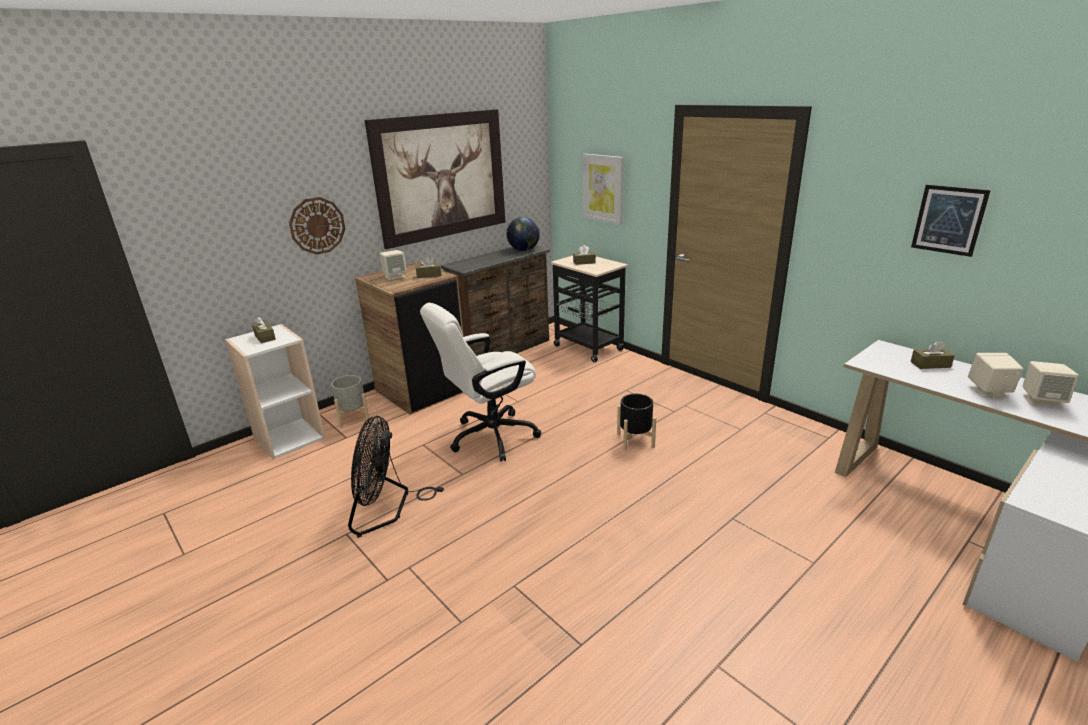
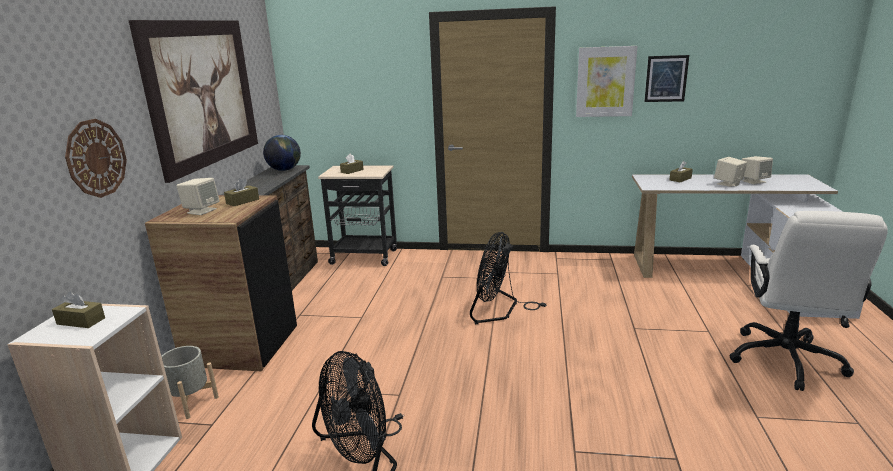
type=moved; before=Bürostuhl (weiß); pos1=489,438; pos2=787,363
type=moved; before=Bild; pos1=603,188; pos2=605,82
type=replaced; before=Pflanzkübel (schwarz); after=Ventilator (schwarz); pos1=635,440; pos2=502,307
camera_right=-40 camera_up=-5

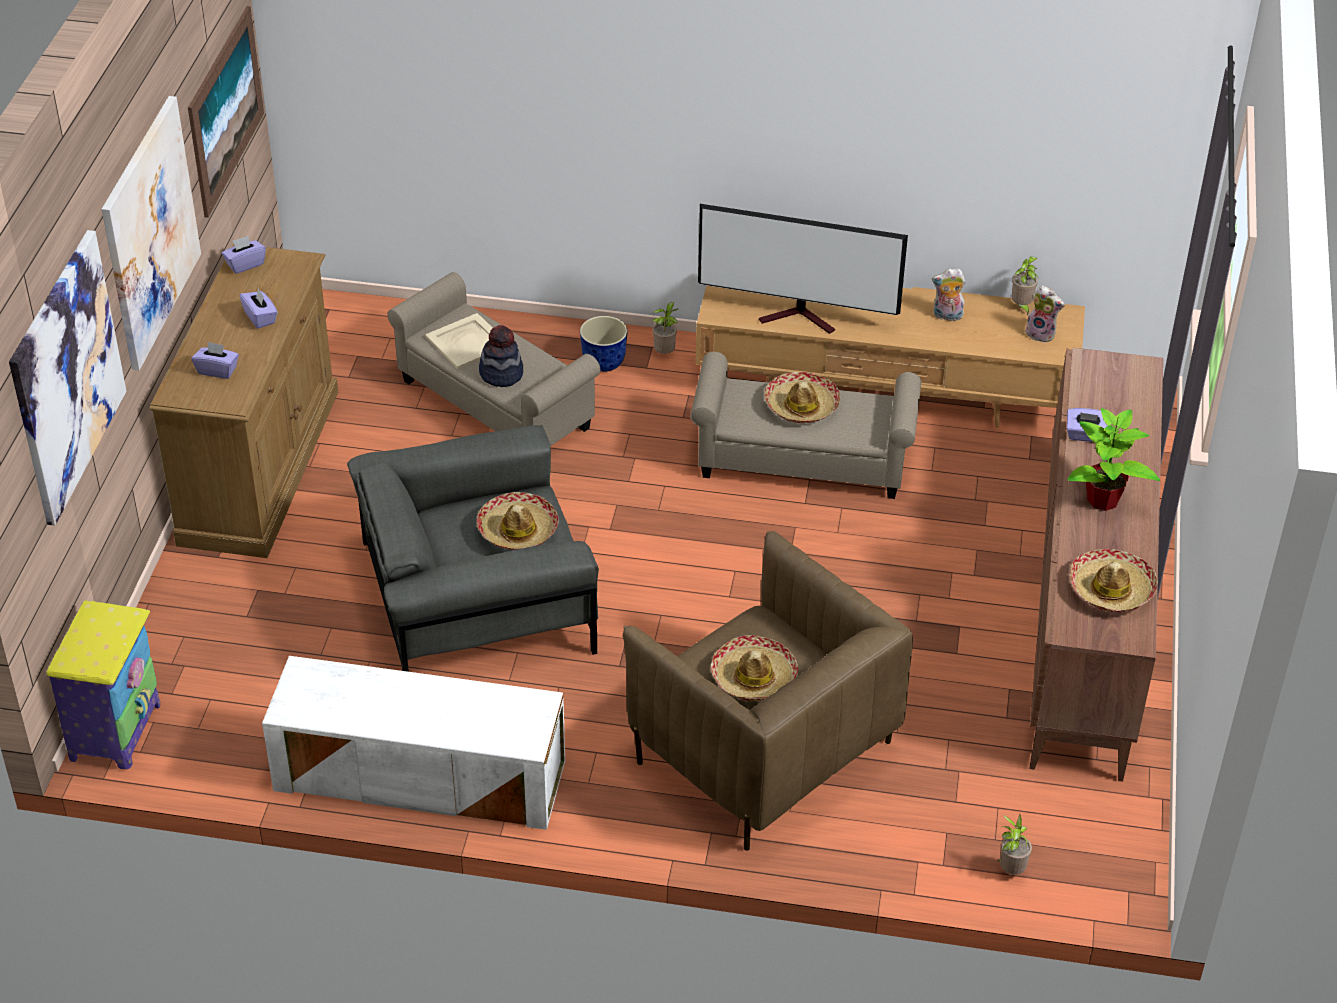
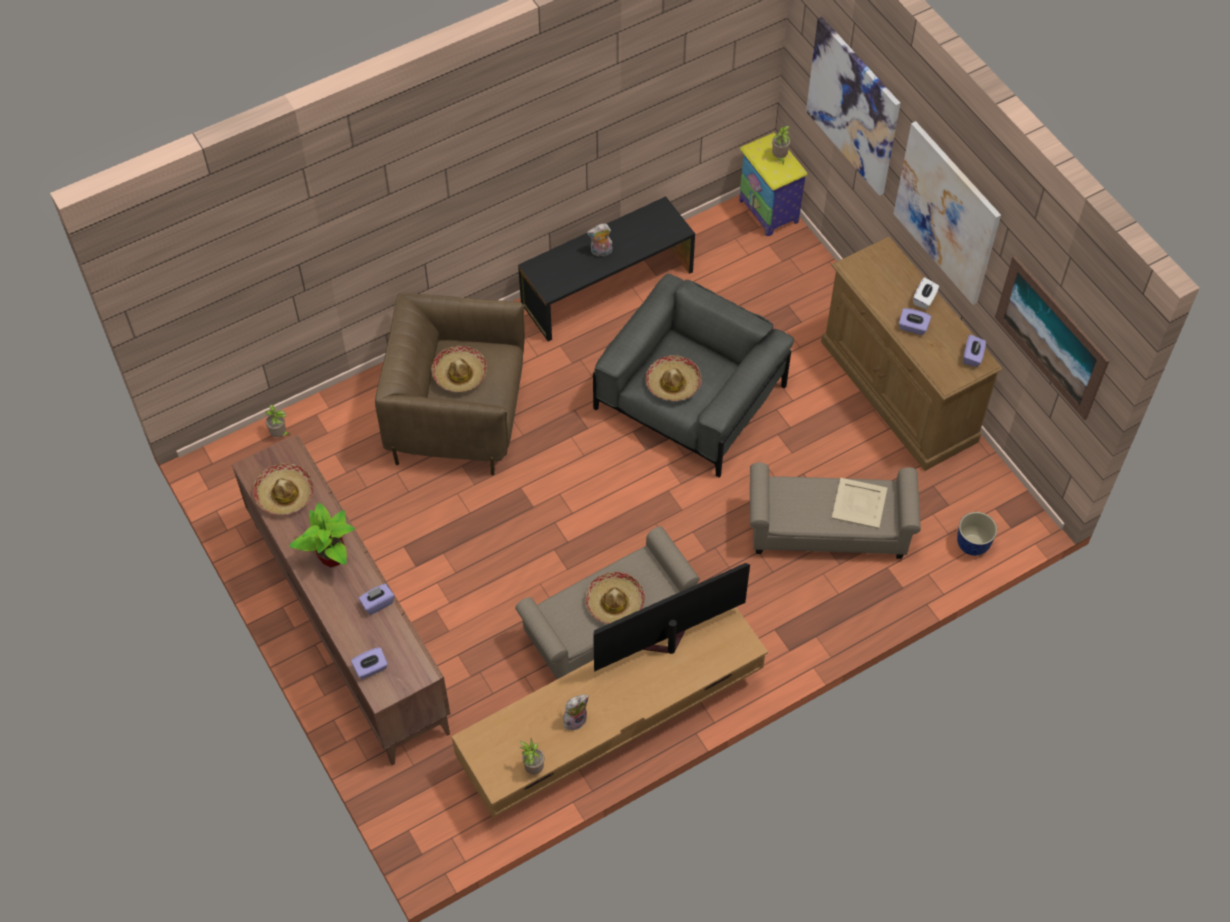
type=removed; before=Hut; pos1=501,373
type=added; after=Taschentuchbox (weiß); pos2=924,299
type=moved; before=Taschentuchbox (lila); pos1=217,370; pos2=371,668
type=moved; before=Pflanzkübel; pos1=603,362; pos2=973,544
type=moved; before=Topfpflanze; pos1=665,353; pos2=779,157
type=moved; before=Plüschtier; pos1=1041,334; pos2=601,252
type=recoloured; before=Bank (weiß); after=Bank (schwarz); pos1=417,777; pos2=607,286
camera_right=140 camera_up=15

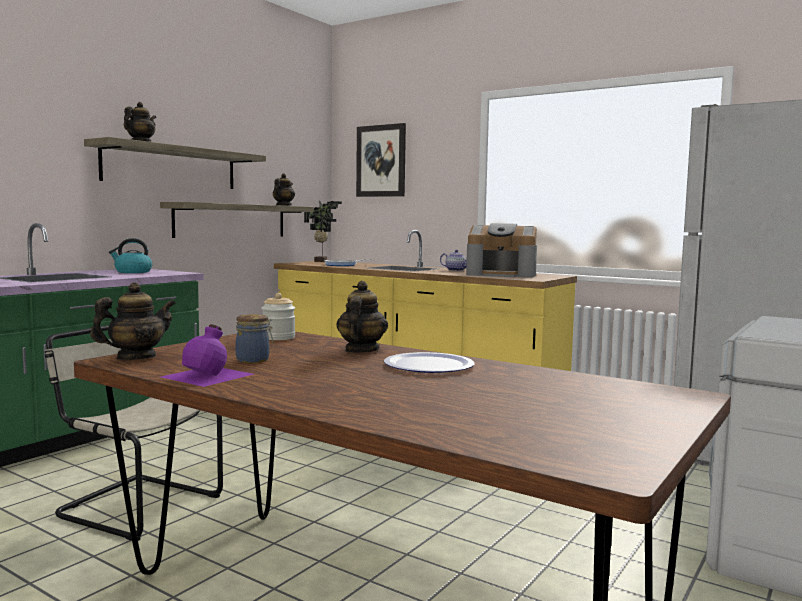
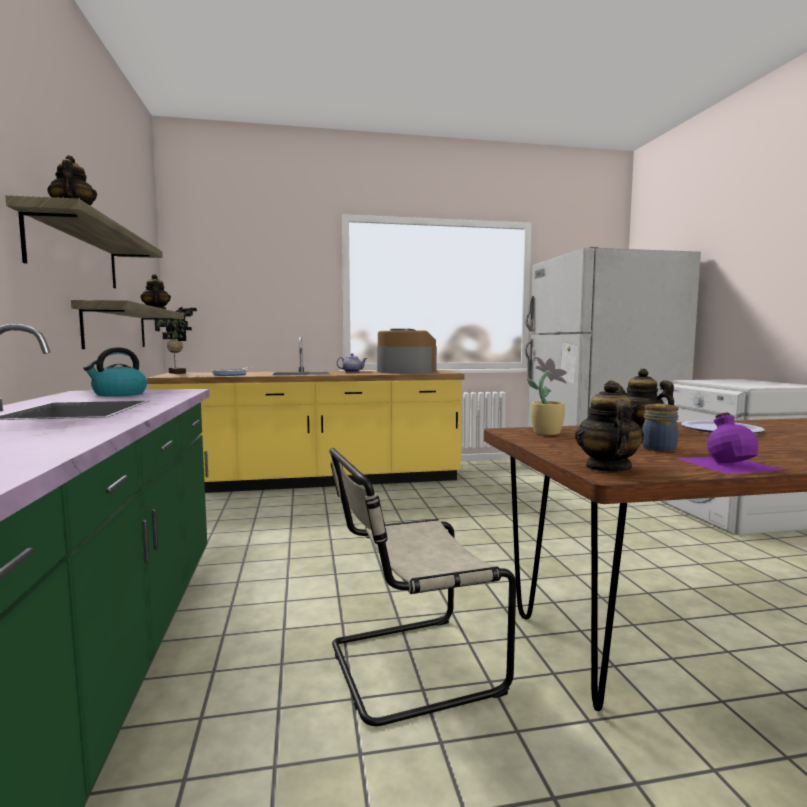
type=removed; before=Bild; pos1=381,161
type=replaced; before=Vorratsglas; after=Topfpflanze; pos1=278,337; pos2=546,433
type=turned; before=Kaffeemaschine; pos1=501,274; pos2=405,372; turn=-120
camera_right=-45 camera_up=0

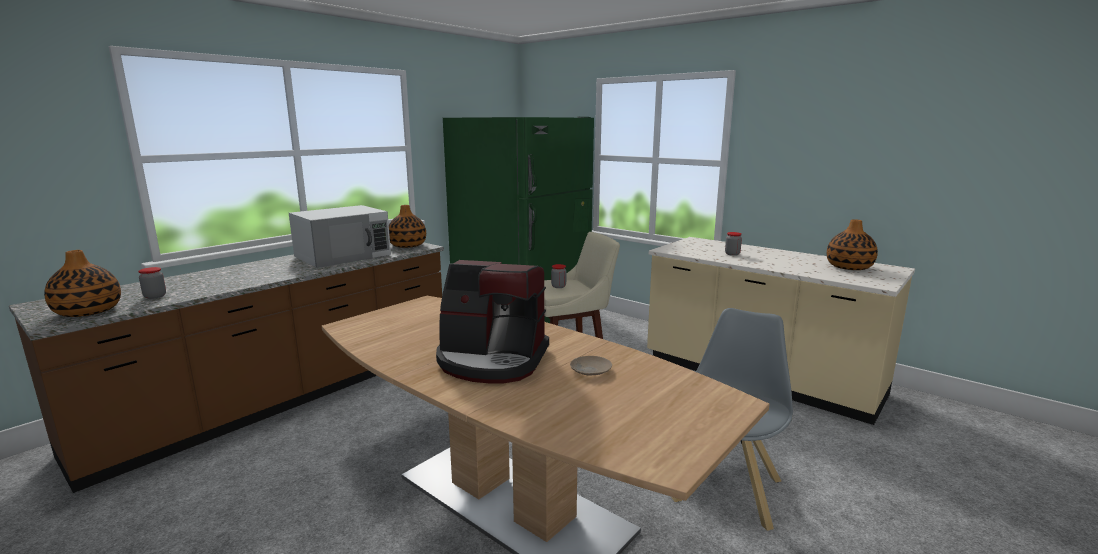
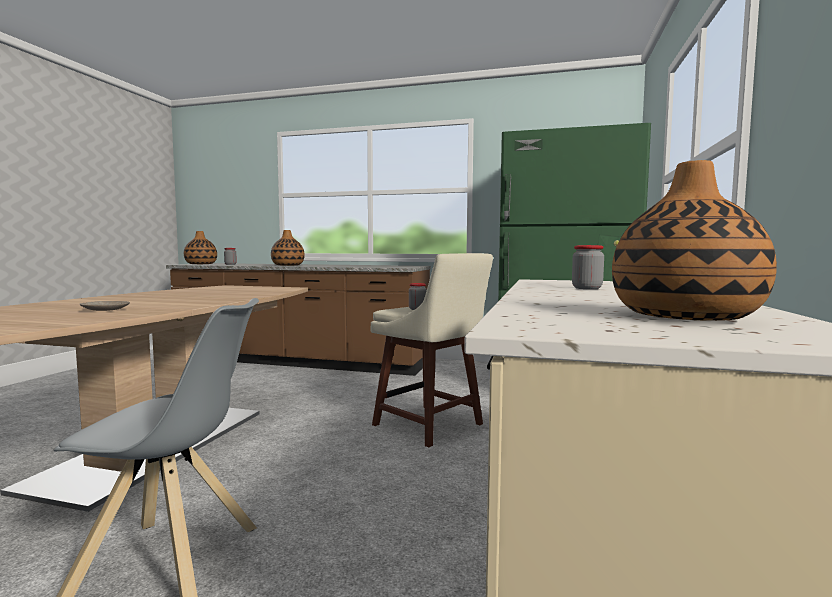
type=removed; before=Mikrowelle (weiß); pos1=344,255
type=removed; before=Kaffeemaschine; pos1=492,360
type=moved; before=Vase; pos1=407,245; pos2=288,265
camera_right=65 camera_up=-10

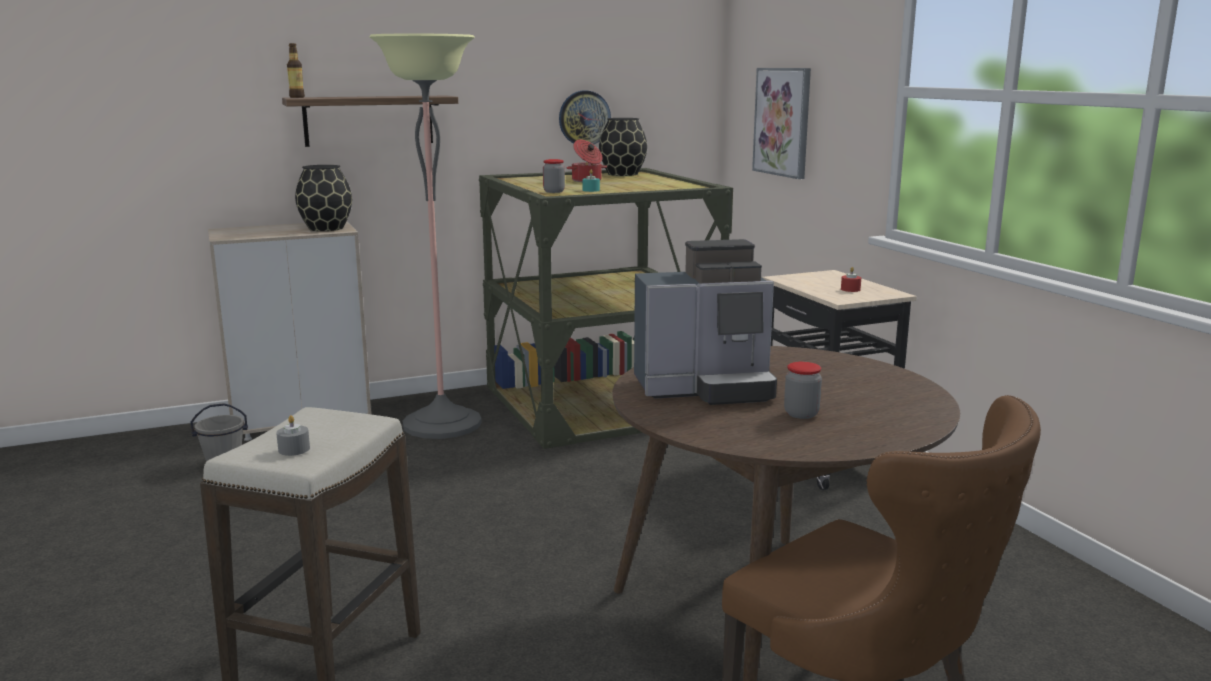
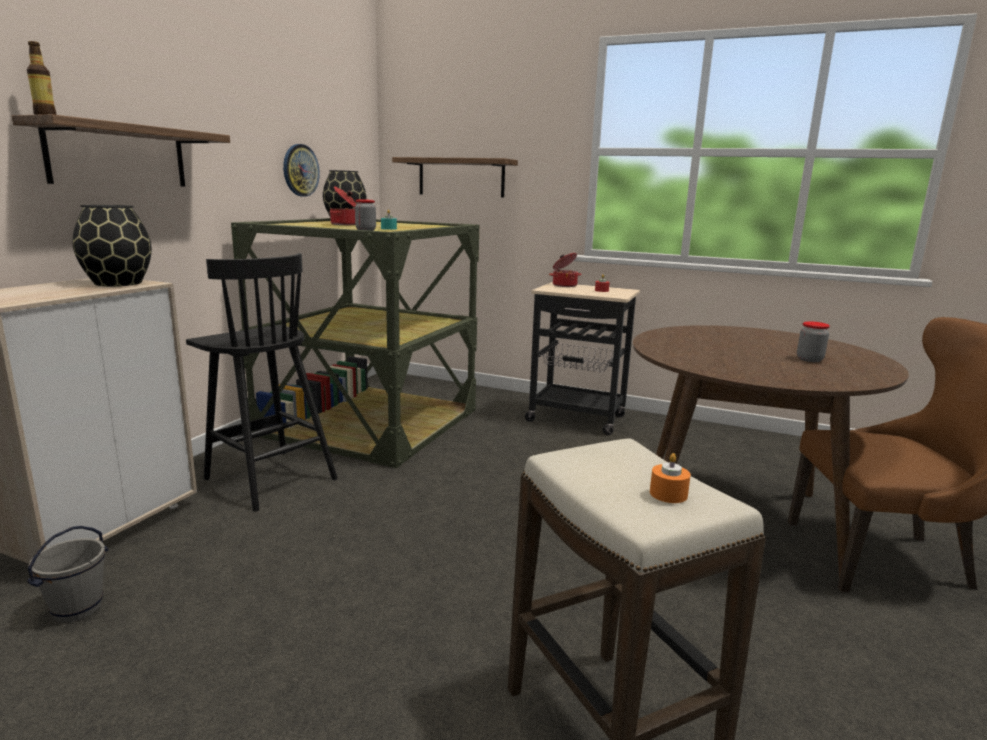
type=removed; before=Kaffeemaschine; pos1=706,388
type=added; after=Kochtopf; pos2=564,285
type=replaced; before=Stehlampe; after=Hocker (schwarz); pos1=442,424; pos2=268,477
type=replaced; before=Bild; after=Wandregal; pos1=783,122; pos2=461,177
type=recoloured; before=Kerze (grau); after=Kerze (orange); pos1=294,449; pos2=668,494
camera_right=-45 camera_up=0

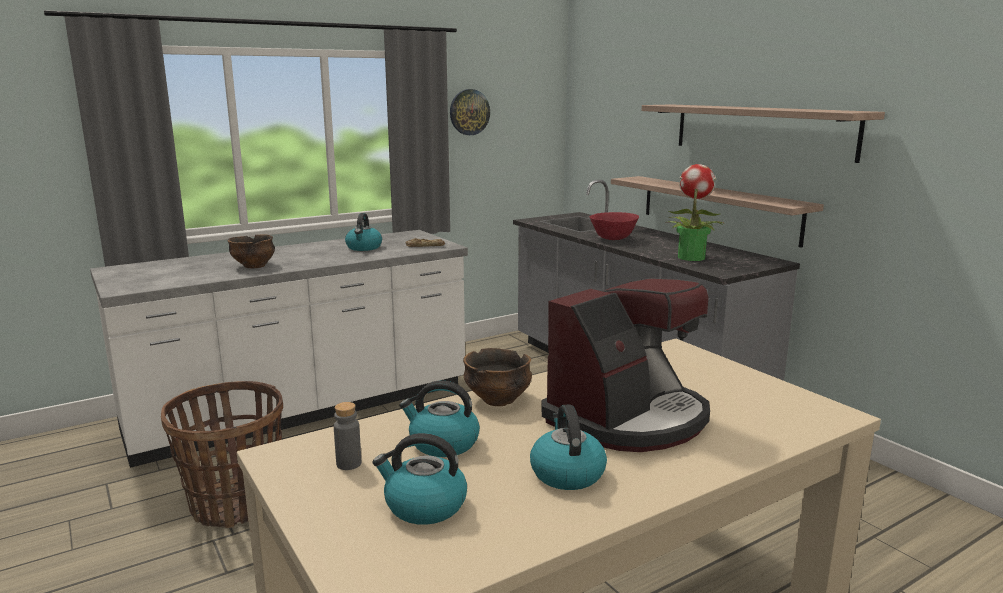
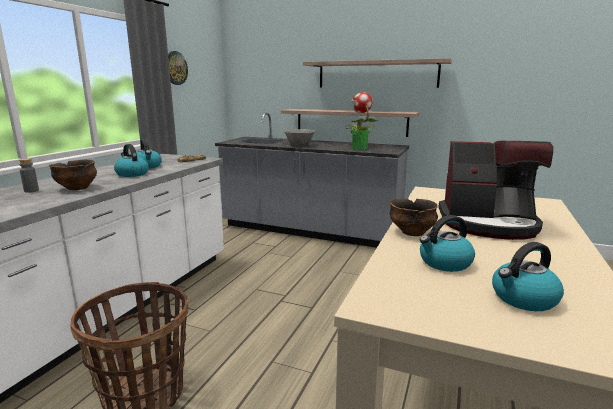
type=moved; before=Flasche (grau); pos1=349,464; pos2=31,191
type=moved; before=Wasserkessel; pos1=566,473; pos2=132,174
type=recoloured; before=Schüssel (rot); after=Schüssel (grau); pos1=613,239; pos2=299,145
type=turned; before=Kaffeemaschine; pos1=628,418; pos2=488,224; turn=90
camera_right=-35 camera_up=0

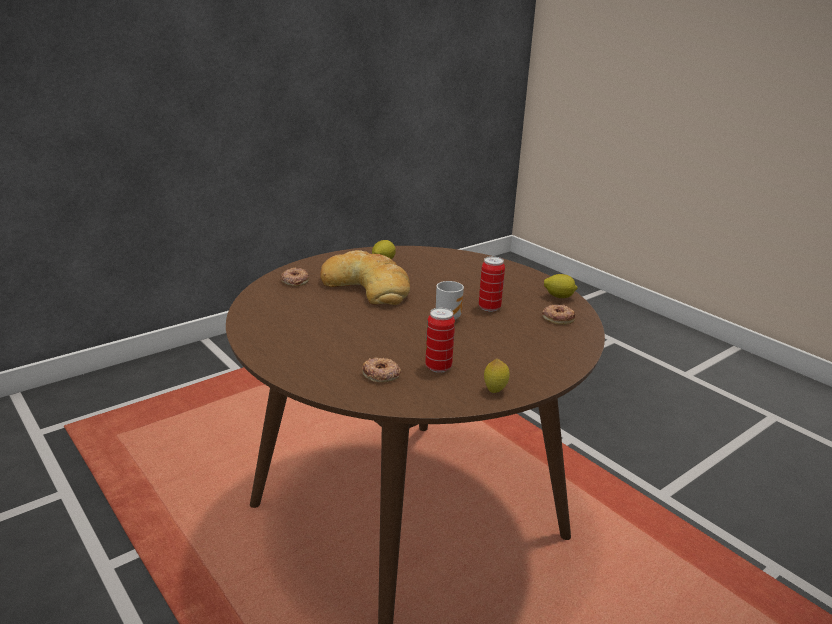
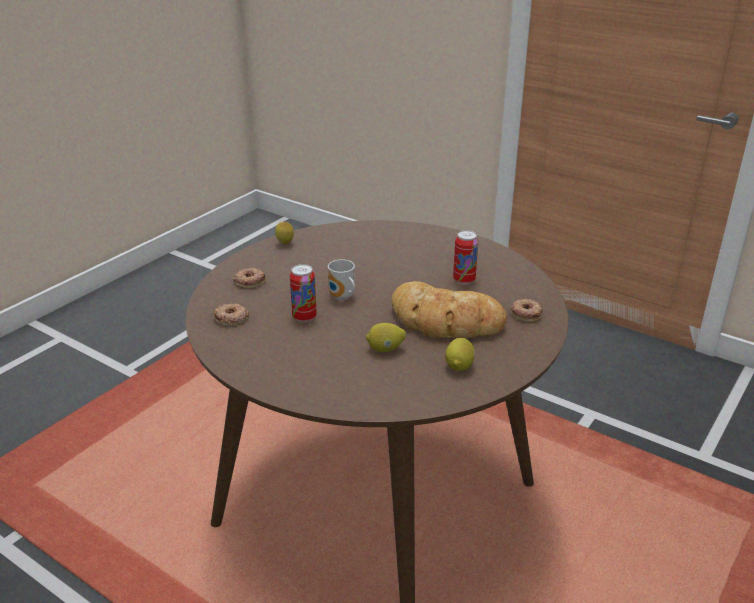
type=moved; before=Donut; pos1=381,374; pos2=249,281
type=moved; before=Dose; pos1=438,367; pos2=464,280
type=moved; before=Zitrone; pos1=558,297; pos2=385,349
camera_right=165 camera_up=5

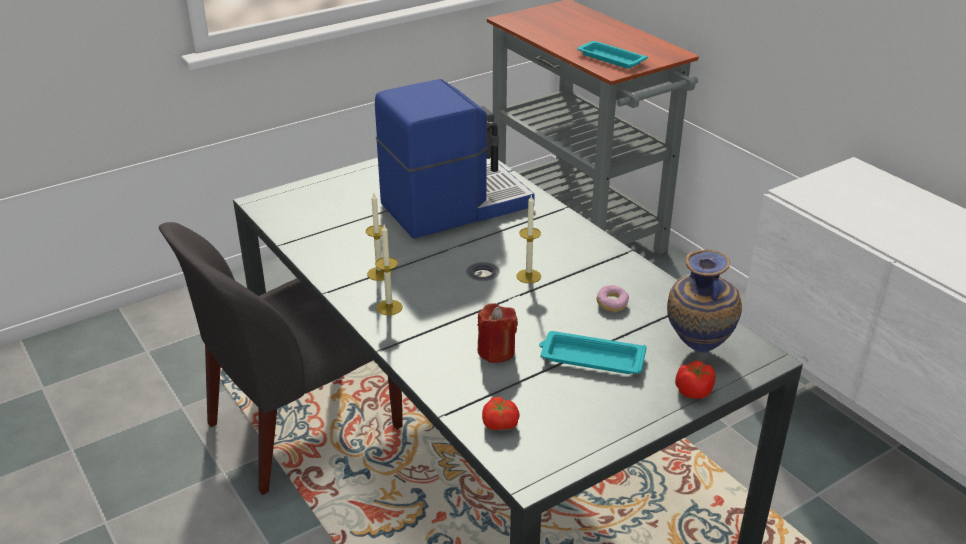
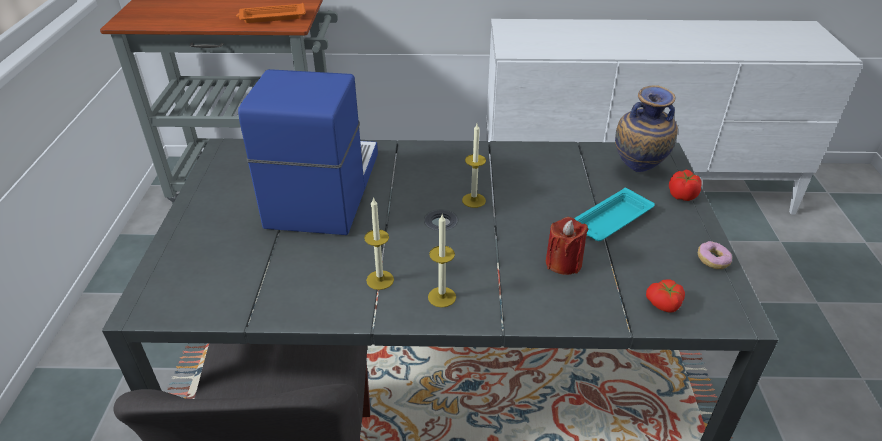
type=moved; before=Donut; pos1=612,304; pos2=712,261
type=recoloured; before=Tablett (türkis); after=Tablett (orange); pos1=610,58; pos2=271,17
camera_right=-55 camera_up=5

